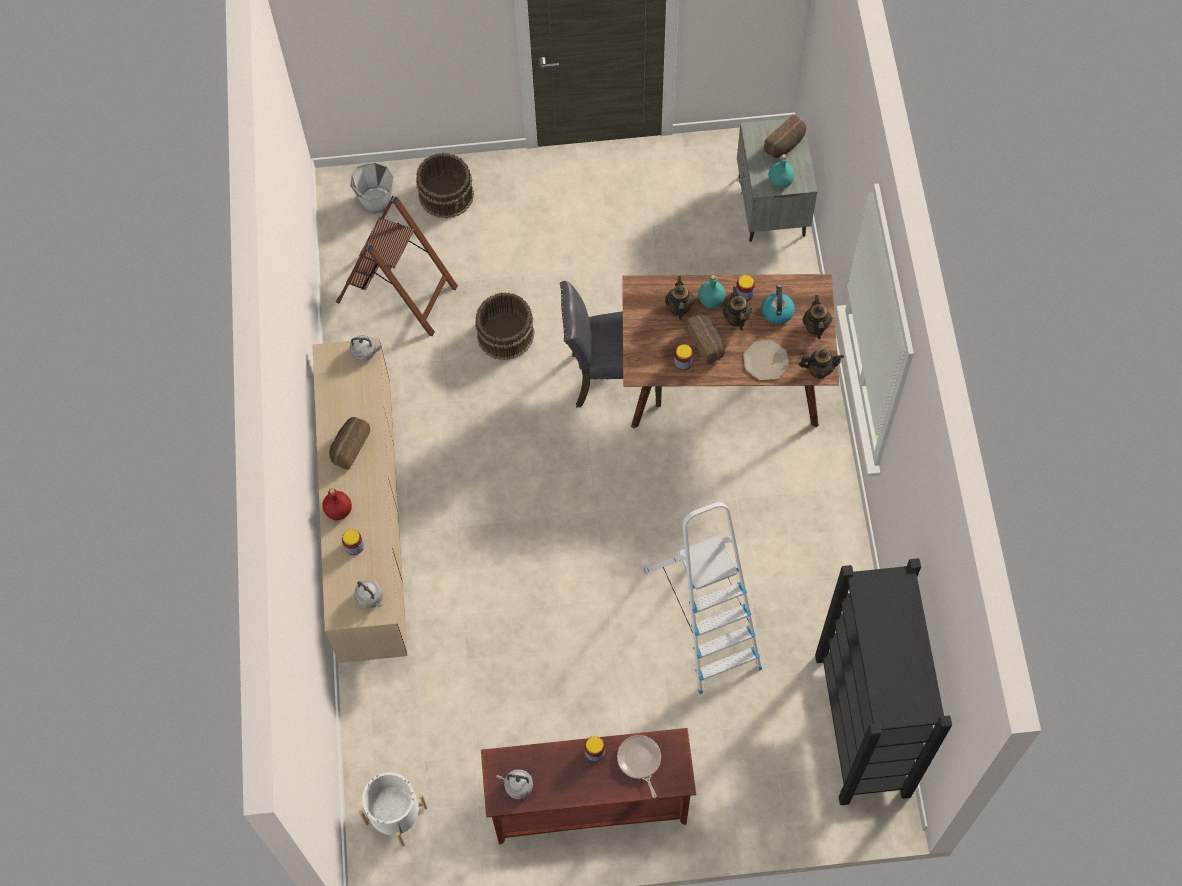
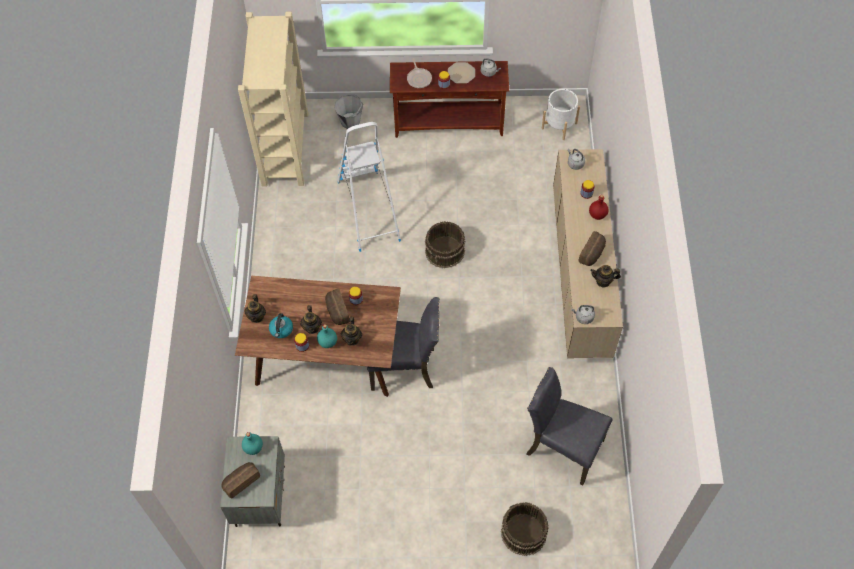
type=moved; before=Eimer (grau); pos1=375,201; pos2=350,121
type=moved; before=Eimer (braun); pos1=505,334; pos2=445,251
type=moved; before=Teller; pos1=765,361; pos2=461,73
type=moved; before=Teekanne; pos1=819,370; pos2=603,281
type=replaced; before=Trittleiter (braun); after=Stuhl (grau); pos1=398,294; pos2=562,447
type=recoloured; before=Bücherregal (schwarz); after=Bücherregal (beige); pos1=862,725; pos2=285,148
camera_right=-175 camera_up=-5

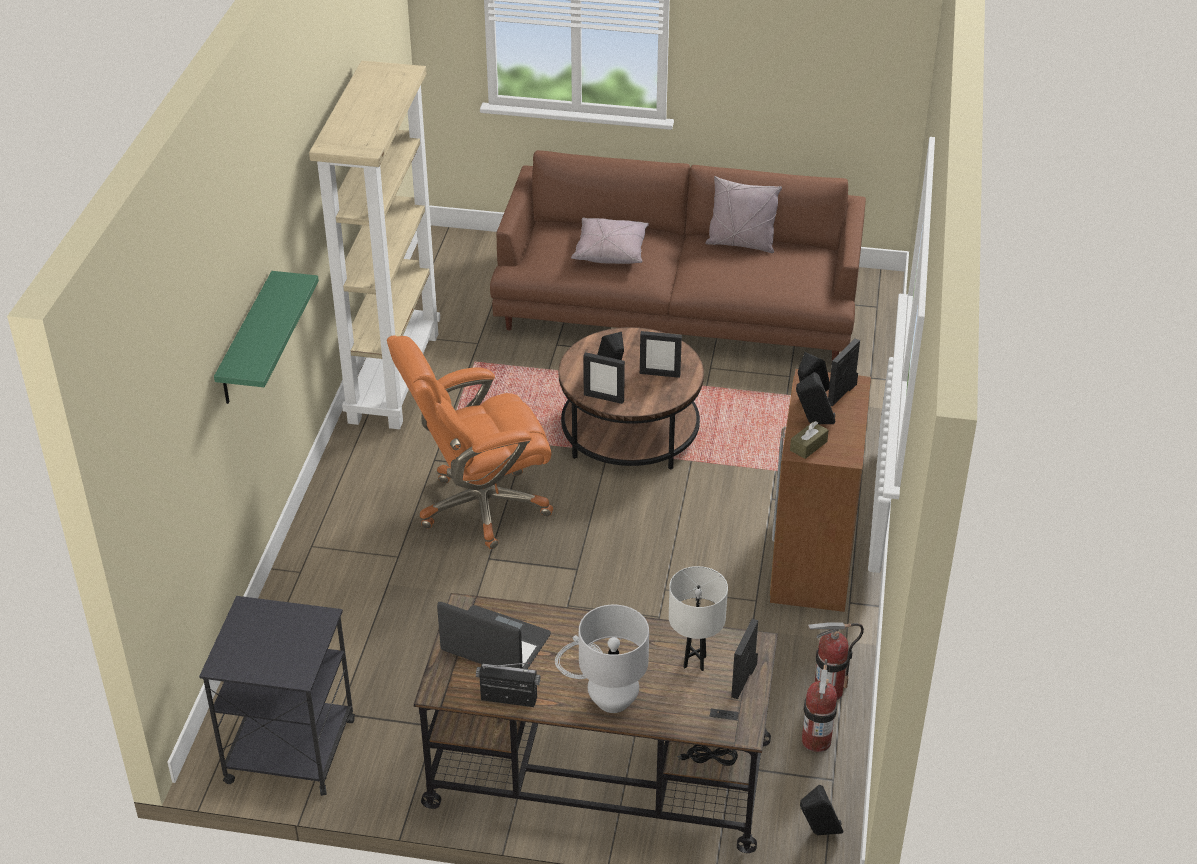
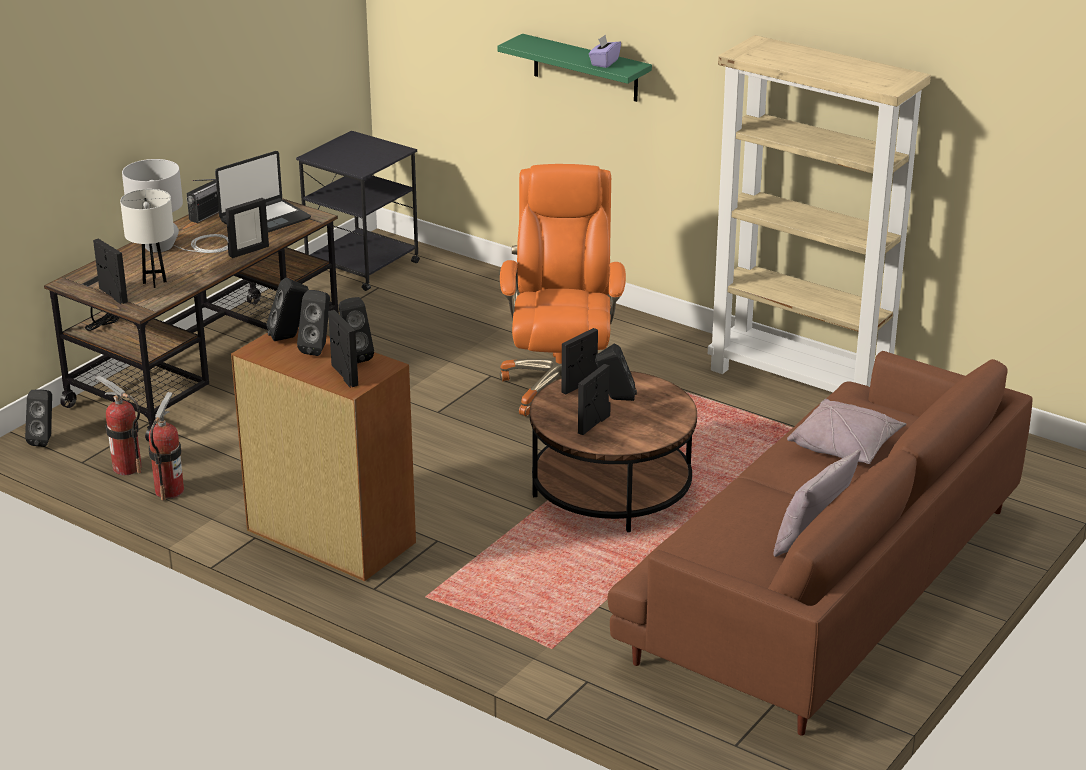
type=added; after=Bilderrahmen; pos2=248,251
type=added; after=Taschentuchbox (lila); pos2=604,62
type=replaced; before=Taschentuchbox (braun); after=Lautsprecher (schwarz); pos1=808,446; pos2=290,337
camera_right=115 camera_up=-10

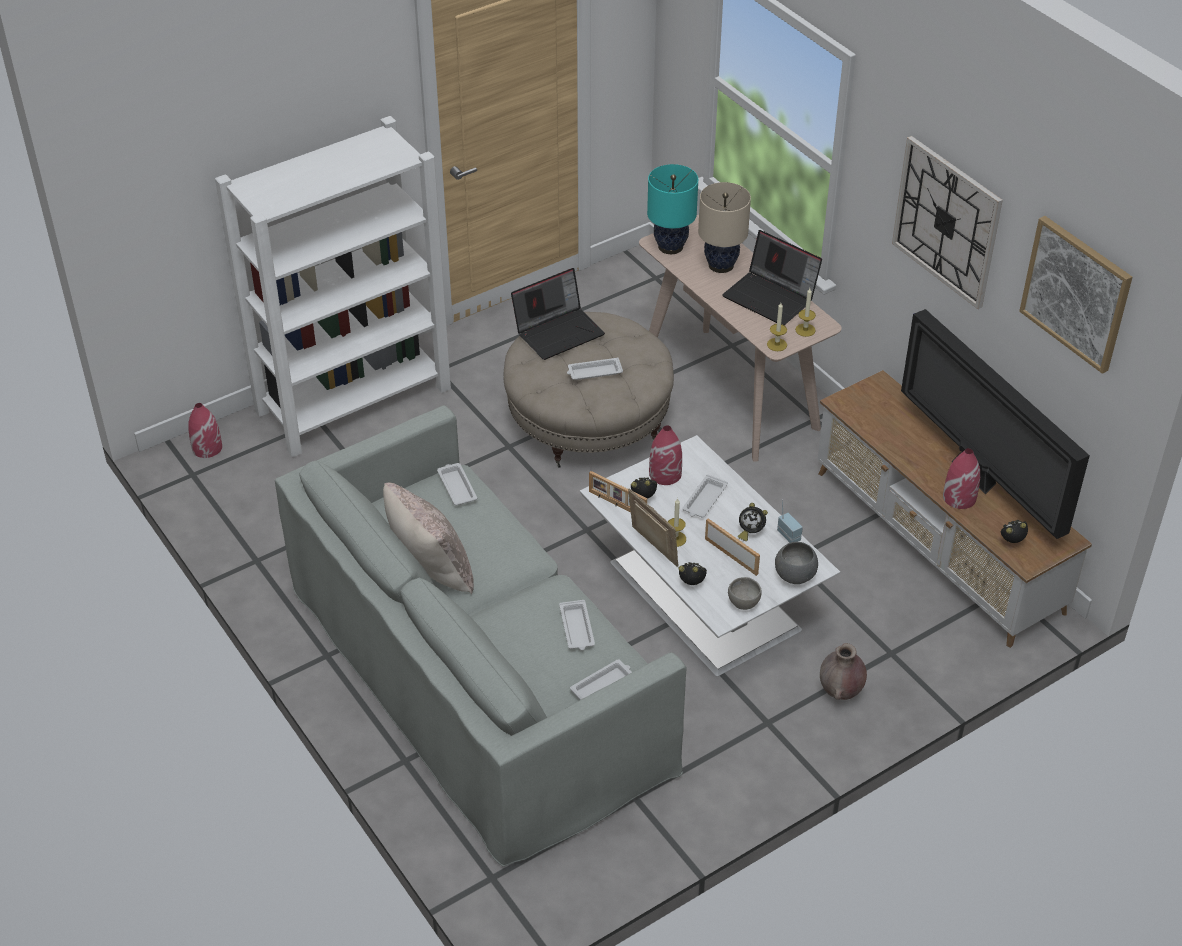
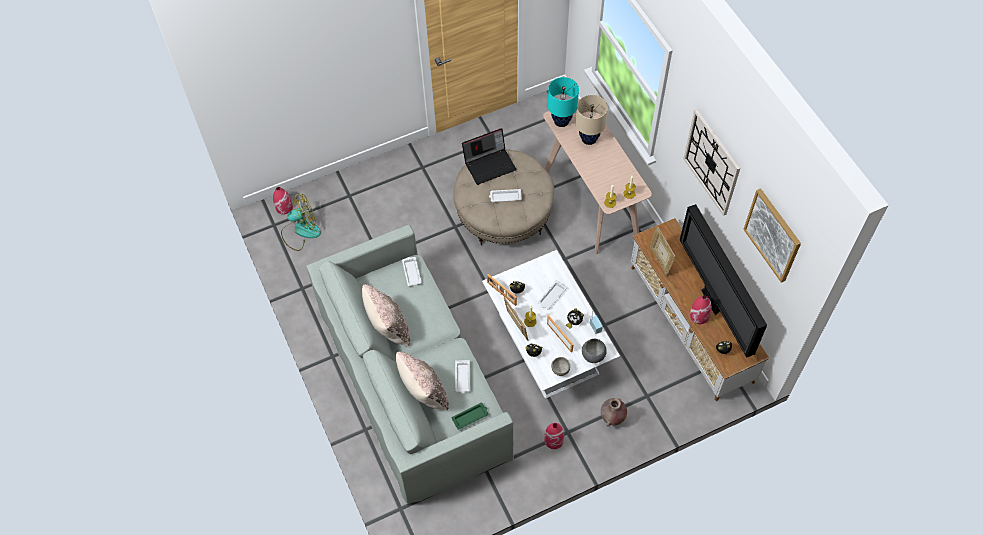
type=removed; before=Bücherregal (weiß); pos1=353,399
type=removed; before=Laptop; pos1=771,297
type=added; after=Ventilator; pos2=300,231
type=added; after=Kissen (beige); pos2=423,393
type=added; after=Bilderrahmen; pos2=660,260
type=moved; before=Vase (rot); pos1=665,474; pos2=554,440
type=recoloured; before=Tablett (weiß); after=Tablett (grün); pos1=603,684; pos2=470,416
camera_right=10 camera_up=15

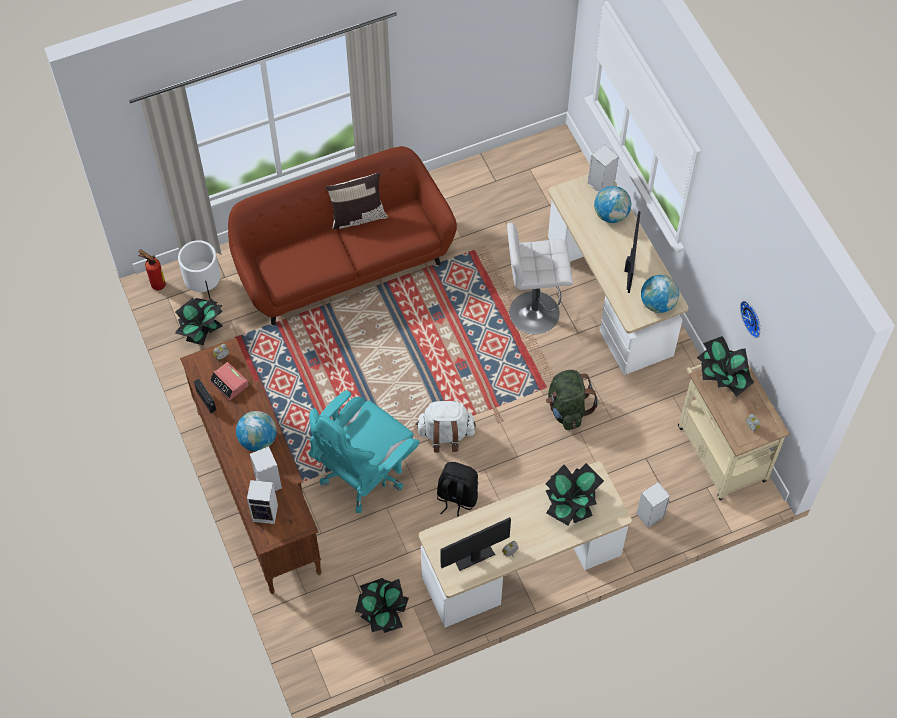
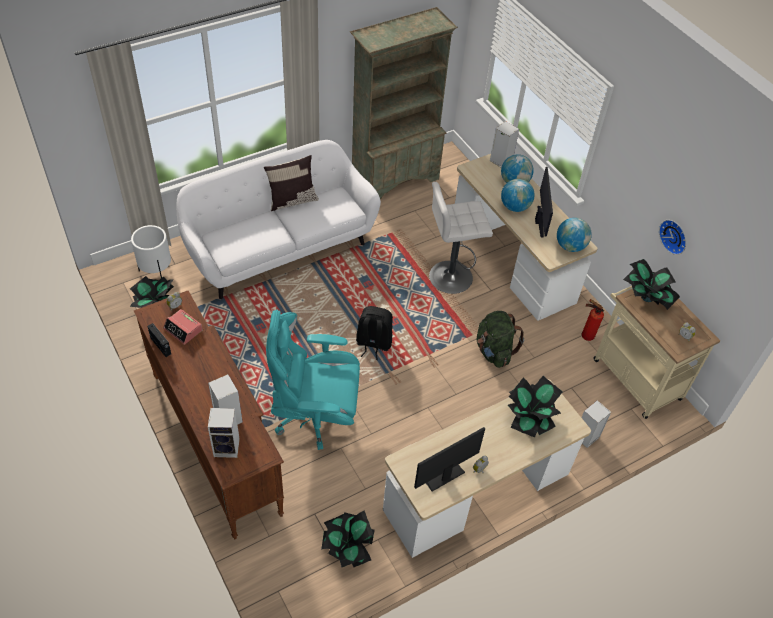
type=removed; before=Rucksack (weiß); pos1=445,434
type=added; after=Bücherregal (grün); pos2=395,179
type=moved; before=Feuerlöscher; pos1=156,284; pos2=585,335
type=moved; before=Globus; pos1=258,440; pos2=515,207
type=moved; before=Rucksack (schwarz); pos1=456,498; pos2=373,344
type=recoloured; before=Sofa (braun); after=Sofa (weiß); pos1=342,264; pos2=279,248
type=turned; before=Bürostuhl (türkis); pos1=365,470; pos2=317,416; turn=60
camera_right=-10 camera_up=-10

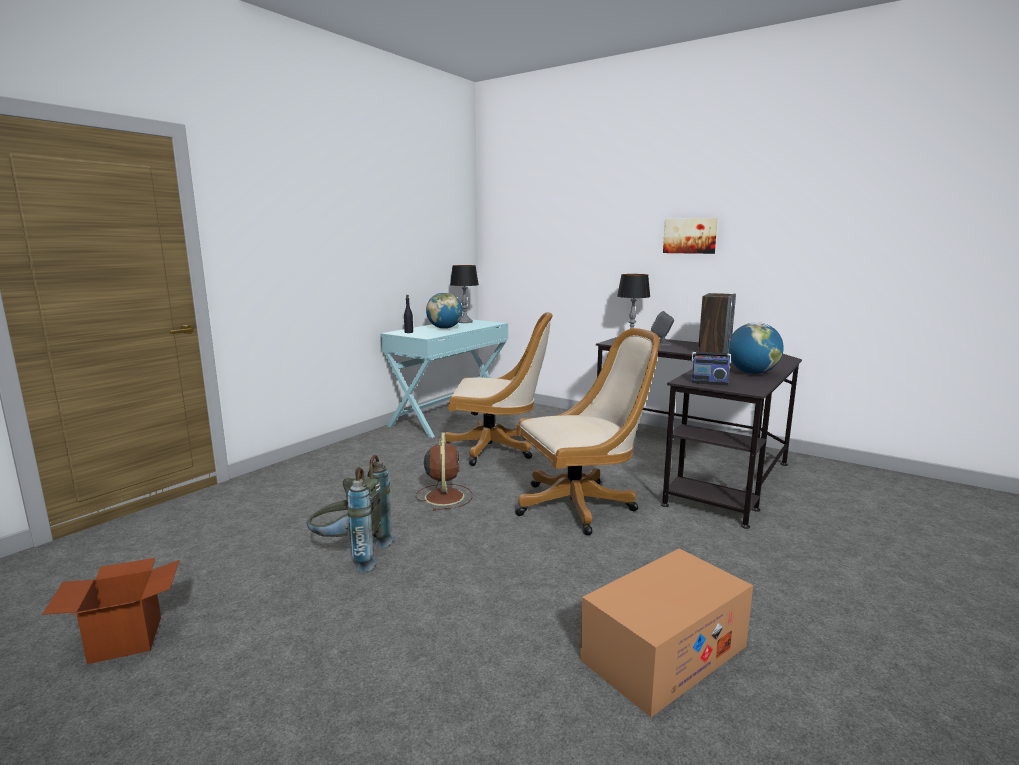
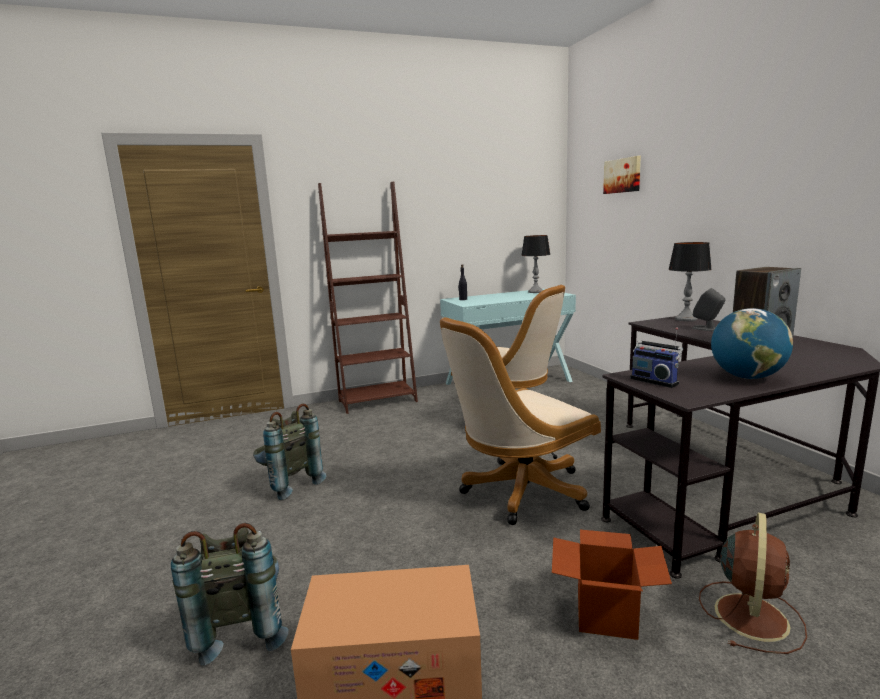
type=removed; before=Globus; pos1=444,328
type=added; after=Rucksack (grau); pos2=242,628
type=added; after=Bücherregal (braun); pos2=377,401
type=moved; before=Karton; pos1=126,639; pos2=606,614
type=moved; before=Ventilator (braun); pos1=444,496; pos2=751,614
type=moved; before=Bild; pos1=690,236; pos2=623,175
type=turned; before=Bürostuhl; pos1=582,504; pos2=518,493; turn=135
camera_right=35 camera_up=0

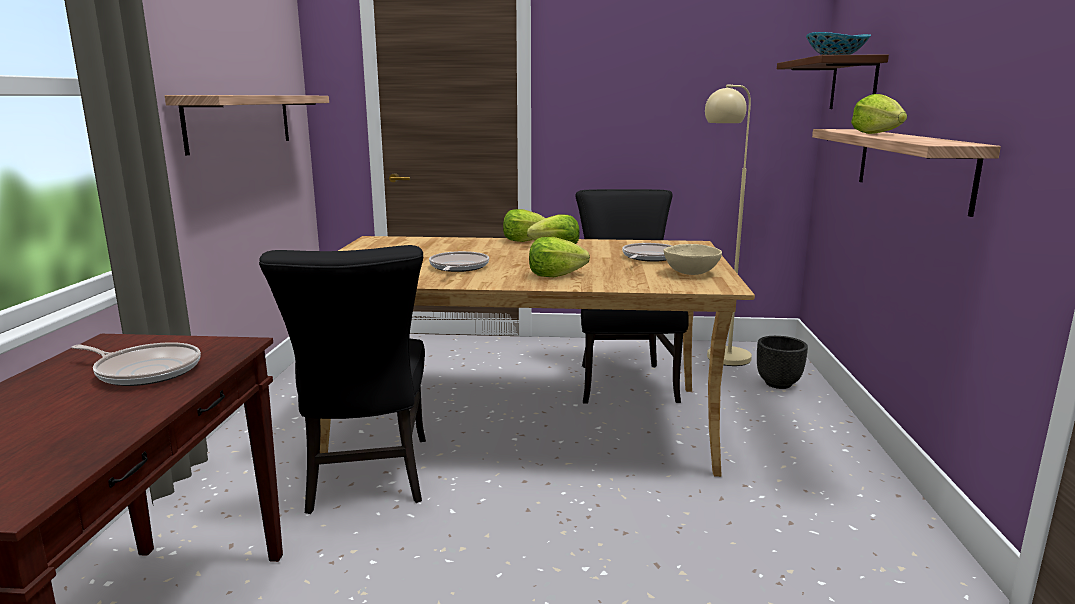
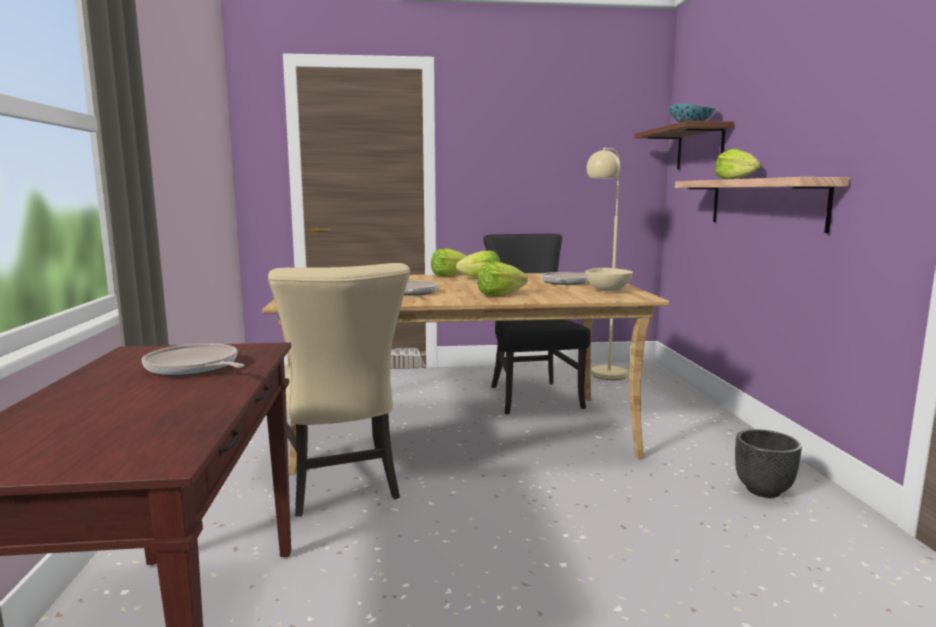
type=removed; before=Wandregal; pos1=240,121
type=moved; before=Pflanzkübel (schwarz); pos1=778,384; pos2=763,490
type=recoloured; before=Stuhl (schwarz); after=Stuhl (beige); pos1=366,478; pos2=340,484
type=turned; before=Pfanne; pos1=145,371; pos2=194,368; turn=-150
camera_right=-10 camera_up=-5

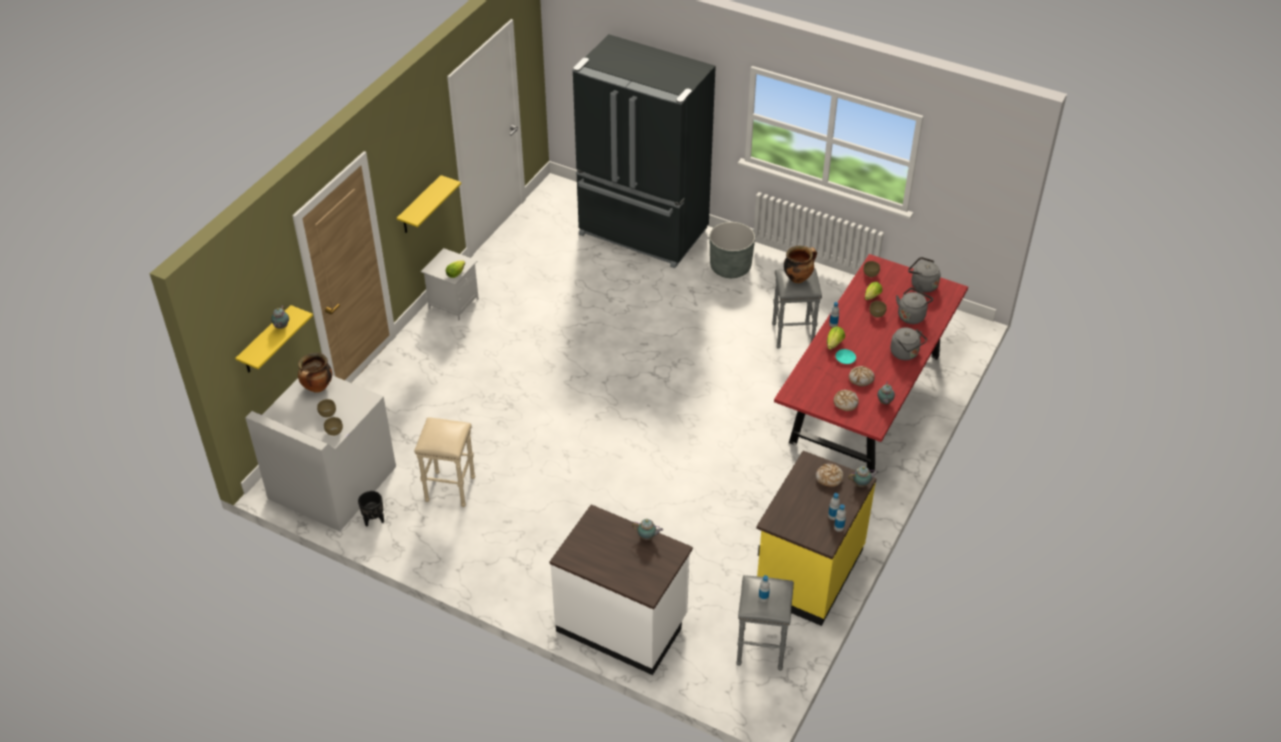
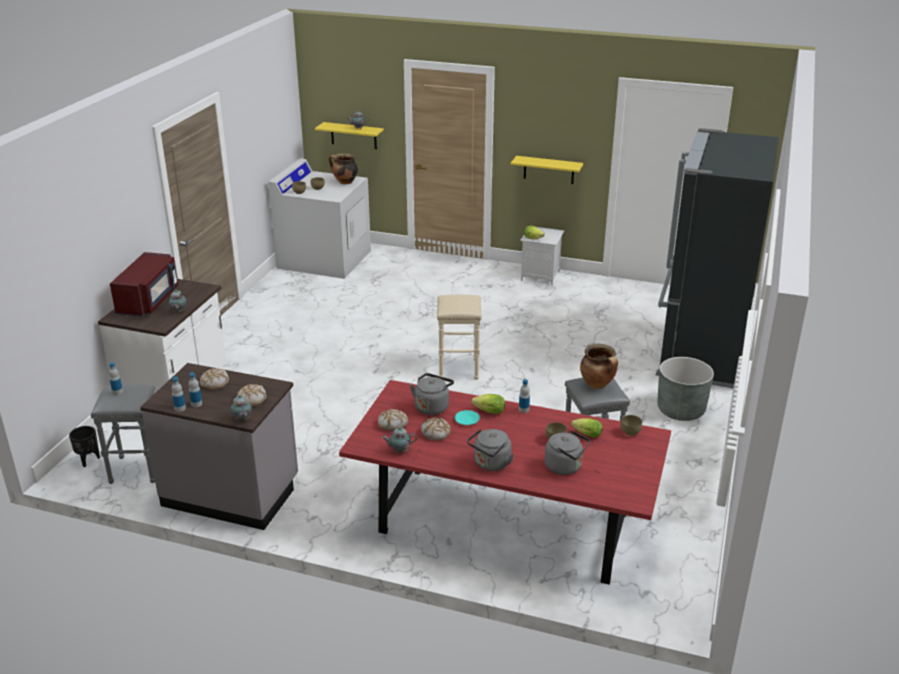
type=added; after=Mikrowelle (rot); pos2=149,301
type=added; after=Brot; pos2=214,383
type=moved; before=Pflanzkübel (schwarz); pos1=373,520; pos2=88,460
type=moved; before=Hocker (beige); pos1=451,489; pos2=457,369
type=moved; before=Wasserkessel (grau); pos1=922,285; pos2=432,406
type=recoloured; before=Küchenzeile (gelb); after=Küchenzeile (grau); pos1=808,572; pos2=231,493
camera_right=80 camera_up=-15

